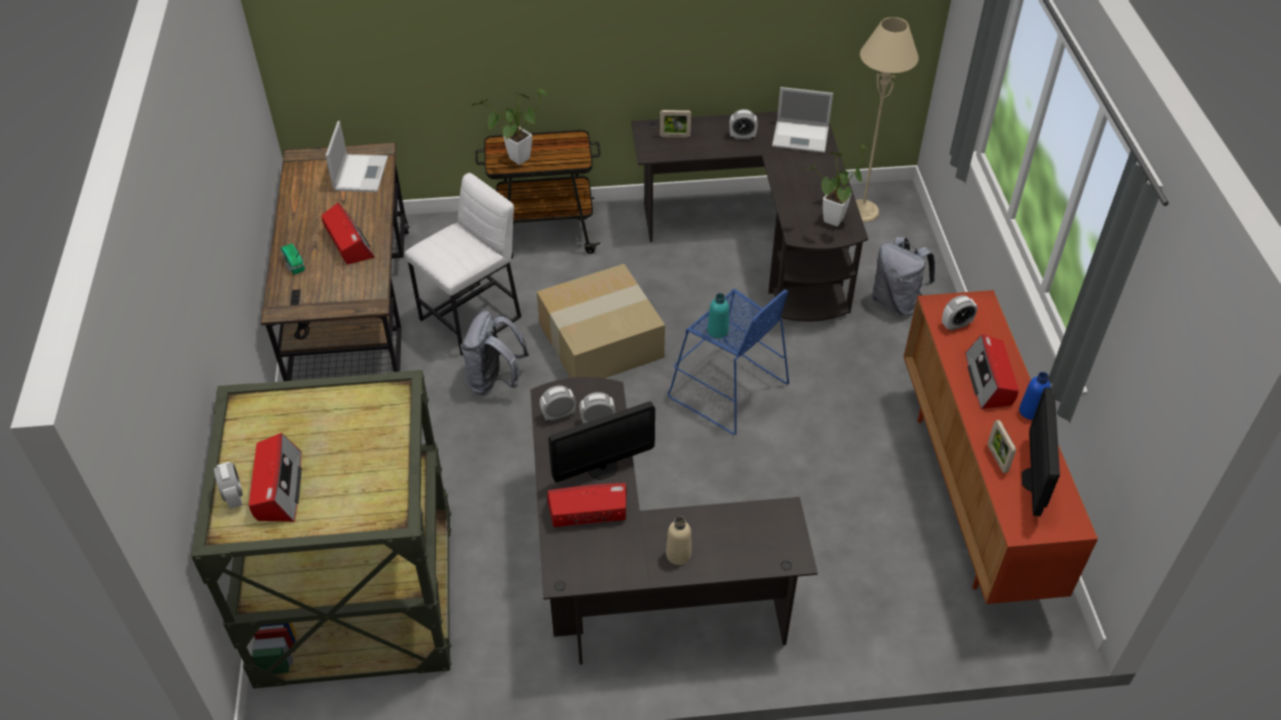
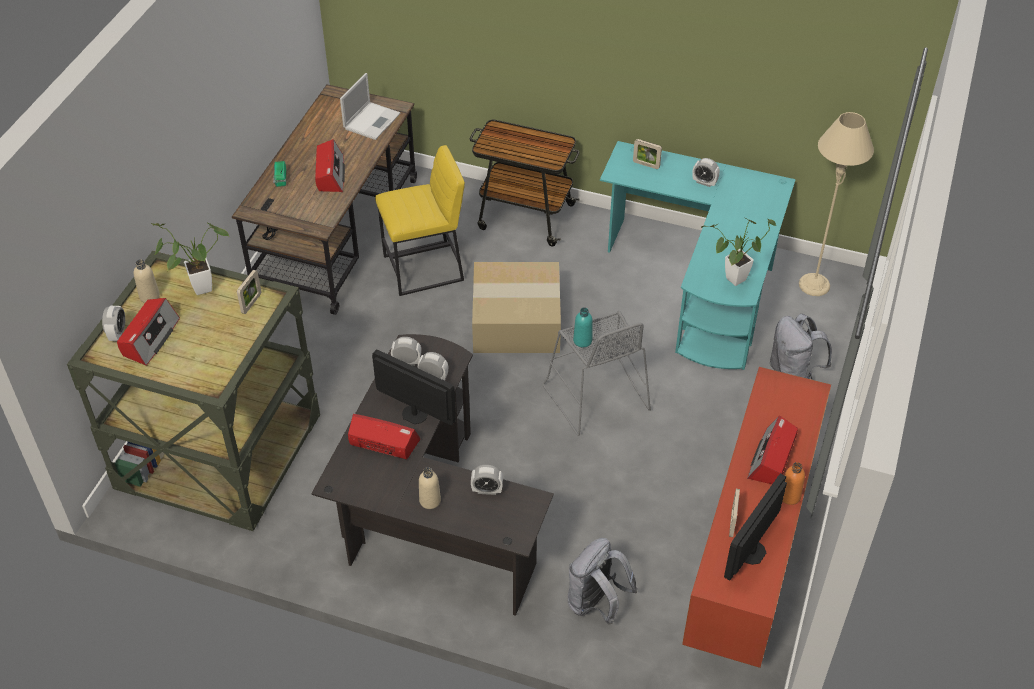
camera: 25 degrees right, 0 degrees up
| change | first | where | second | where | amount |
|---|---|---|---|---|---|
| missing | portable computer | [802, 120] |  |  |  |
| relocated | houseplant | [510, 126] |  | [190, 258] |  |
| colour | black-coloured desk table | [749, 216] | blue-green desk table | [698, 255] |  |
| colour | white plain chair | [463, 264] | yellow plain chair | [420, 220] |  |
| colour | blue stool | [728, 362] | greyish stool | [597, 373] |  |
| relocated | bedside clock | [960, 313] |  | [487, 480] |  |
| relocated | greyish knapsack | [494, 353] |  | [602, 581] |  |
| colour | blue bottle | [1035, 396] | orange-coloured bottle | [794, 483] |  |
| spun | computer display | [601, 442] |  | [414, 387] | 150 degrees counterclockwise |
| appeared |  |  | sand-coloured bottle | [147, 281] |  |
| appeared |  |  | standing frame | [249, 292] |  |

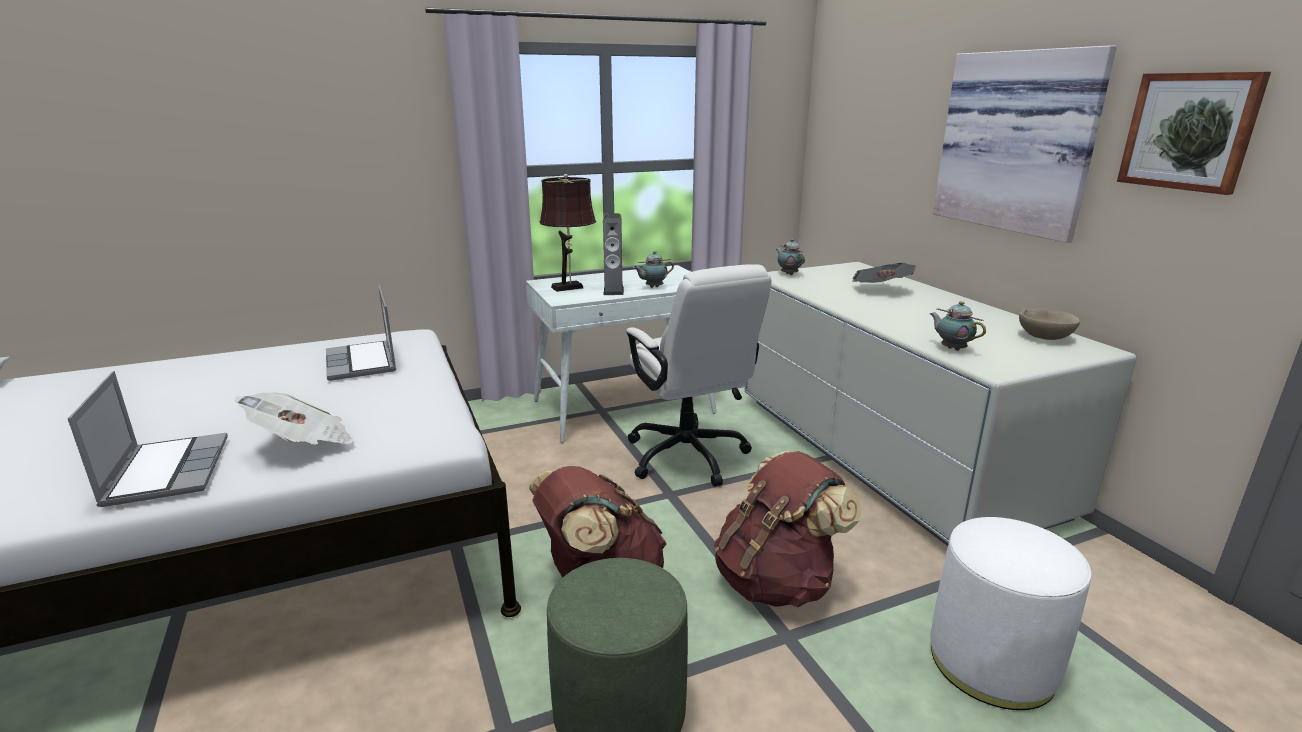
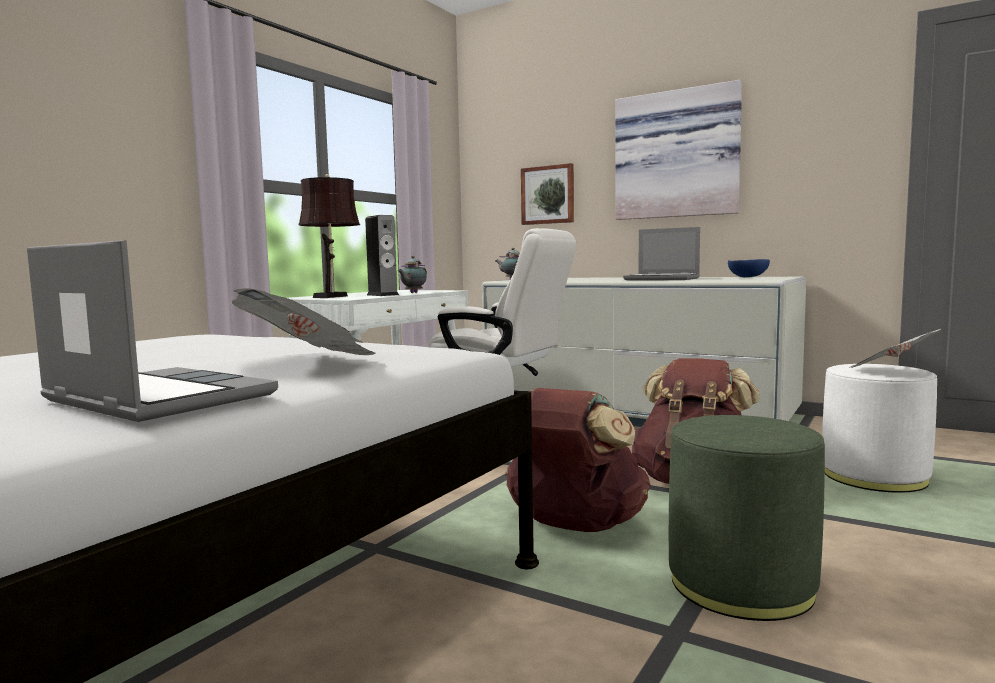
camera: 35 degrees left, 15 degrees down
| change | first | where | second | where | amount |
|---|---|---|---|---|---|
| relocated | wall art | [1194, 133] |  | [547, 194] |  |
| relocated | printed paper | [884, 273] |  | [894, 348] |  |
| relocated | portable computer | [361, 333] |  | [661, 253] |  |
| missing | teapot | [958, 326] |  |  |  |
| colour | sand-coloured serving bowl | [1049, 324] | blue serving bowl | [749, 268] |  |

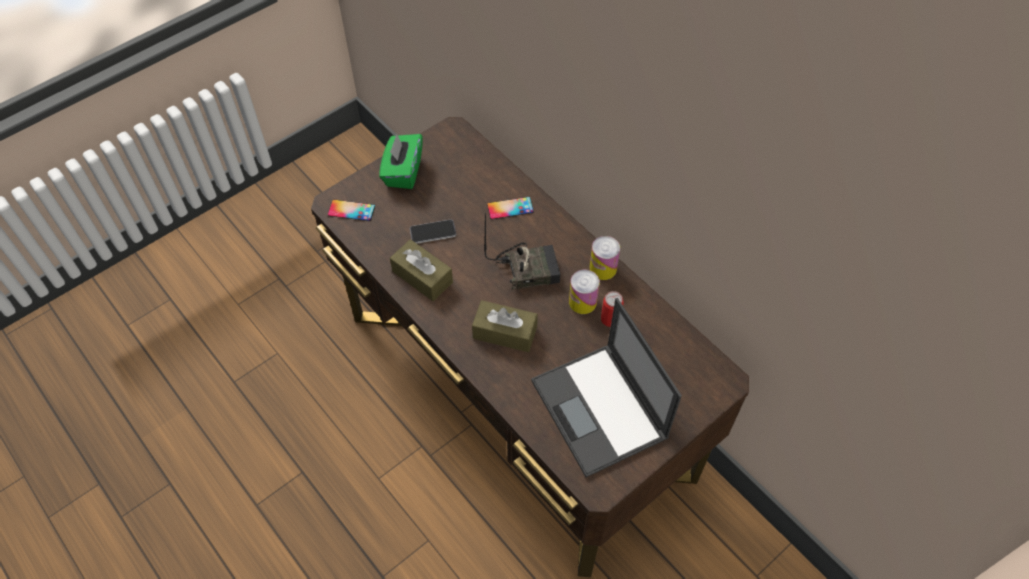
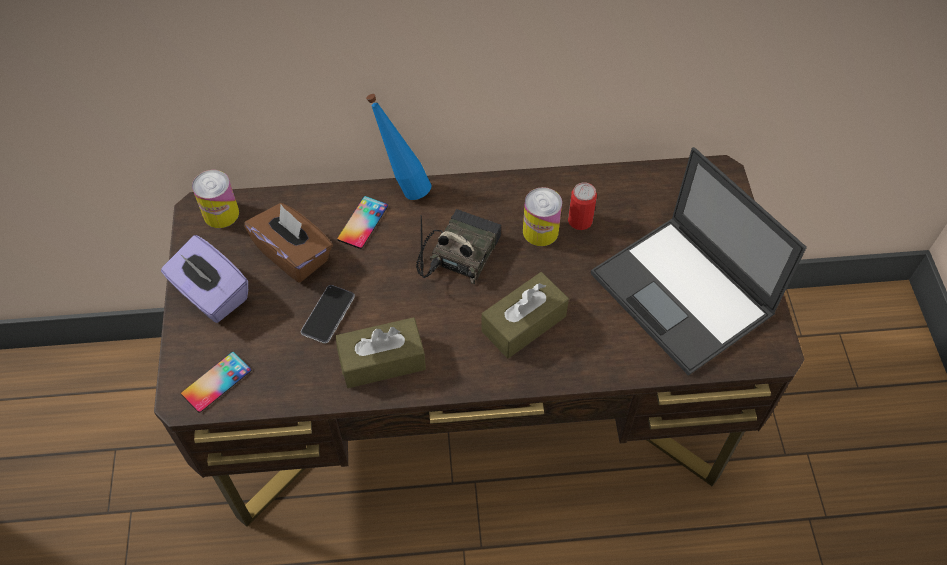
camera: 55 degrees left, 0 degrees up
| change | first | where | second | where | amount |
|---|---|---|---|---|---|
| colour | greenish box of tissues | [401, 161] | purple-coloured box of tissues | [204, 279] |  |
| relocated | can | [604, 258] |  | [215, 199] |  |
| spun | portable computer | [606, 387] |  | [699, 261] | 45 degrees clockwise |
| appeared |  |  | blue bottle | [399, 147] |  |
| appeared |  |  | brownish box of tissues | [288, 243] |  |

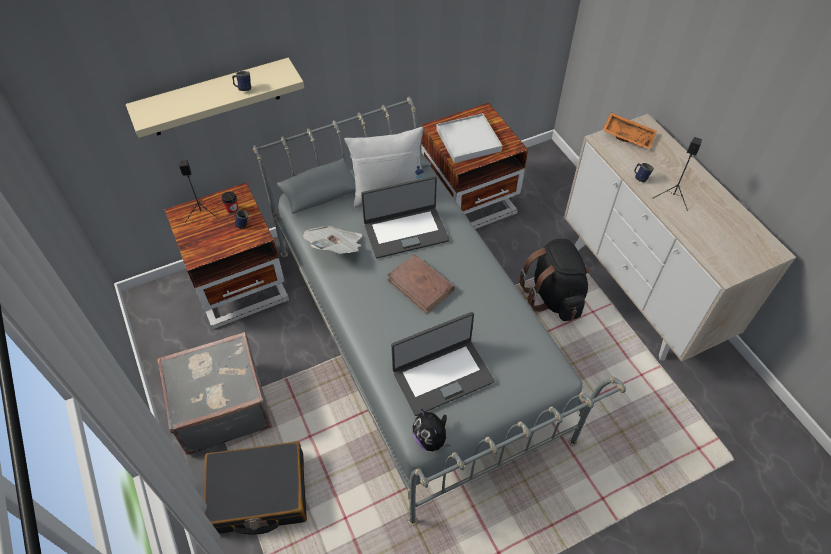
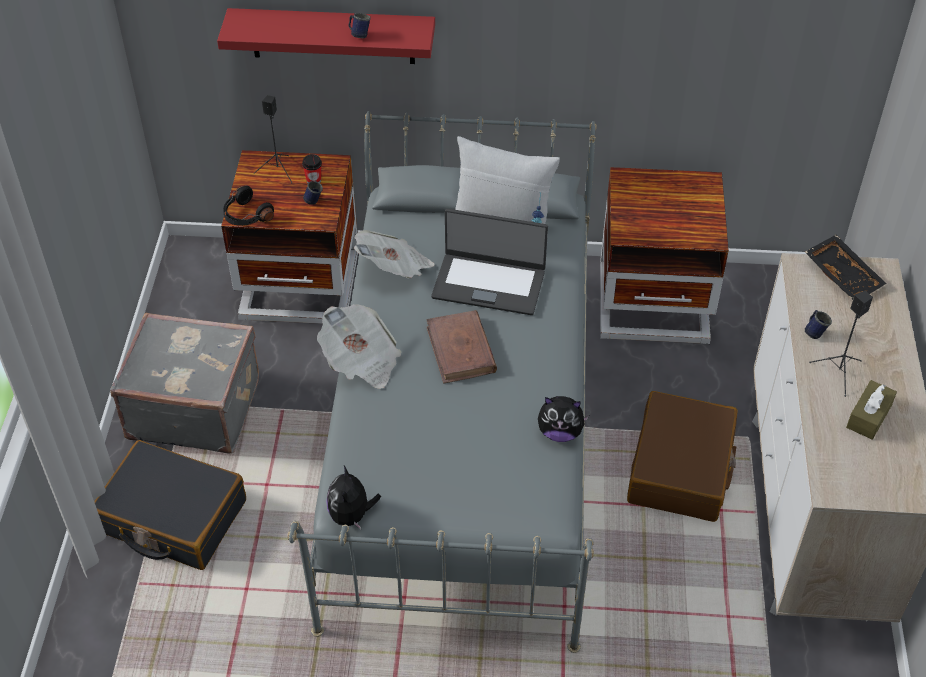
camera: 30 degrees right, 5 degrees down
| change | first | where | second | where | amount |
|---|---|---|---|---|---|
| colour | sand-coloured bracket shelf | [215, 98] | reddish bracket shelf | [326, 36] |  |
| colour | orange-coloured serving tray | [630, 131] | black-coloured serving tray | [846, 267] |  |
| missing | white serving tray | [469, 138] |  |  |  |
| exchanged | black-coloured knapsack | [555, 280] | brownish piece of luggage | [682, 456] |  |
| missing | portable computer | [443, 364] |  |  |  |
| appeared |  |  | black-coloured headphones | [248, 206] |  |
| appeared |  |  | printed paper | [359, 346] |  |
| appeared |  |  | brownish box of tissues | [871, 409] |  |
| appeared |  |  | plush toy | [564, 419] |  |

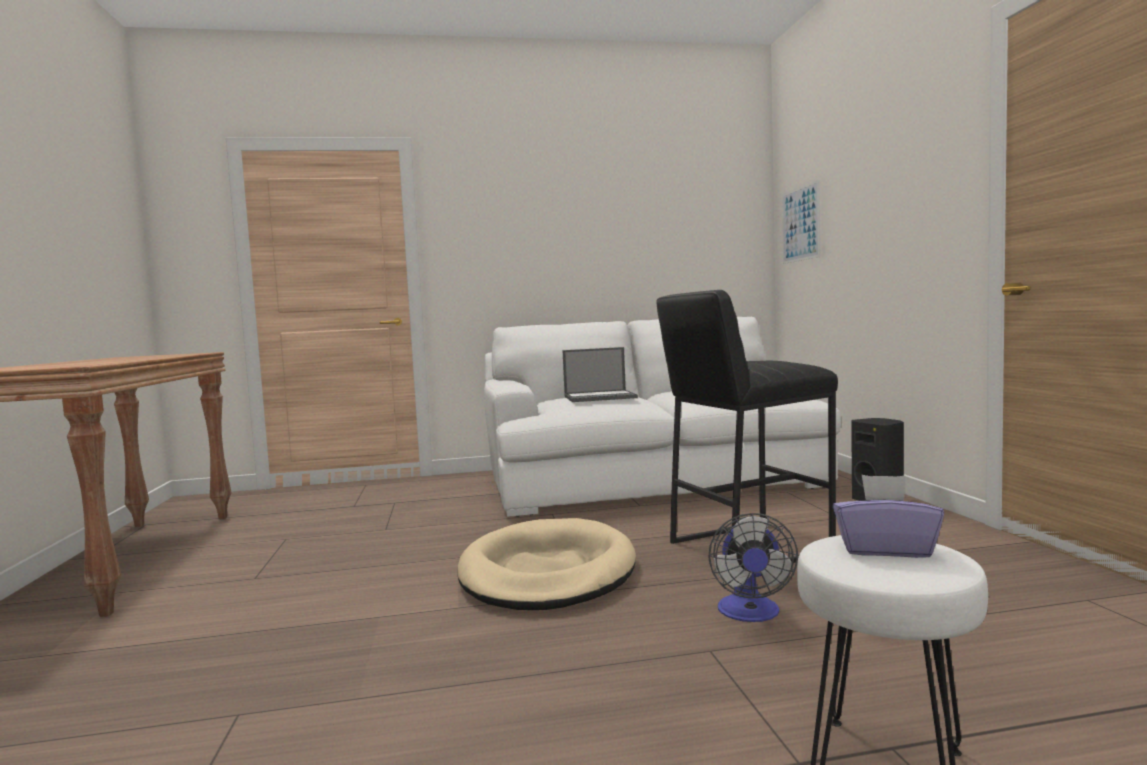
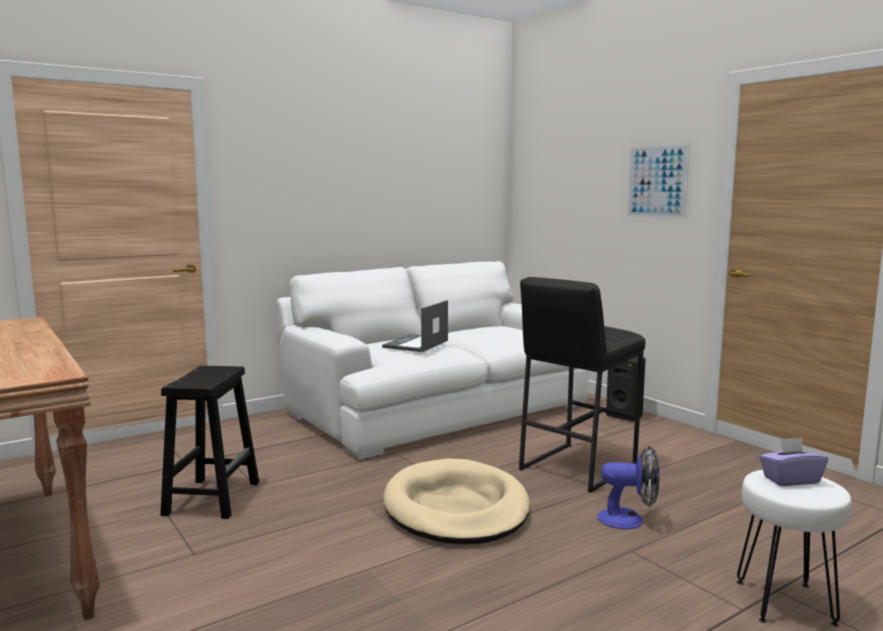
camera: 25 degrees left, 5 degrees up
| change | first | where | second | where | amount |
|---|---|---|---|---|---|
| relocated | wall art | [801, 222] |  | [658, 181] |  |
| spun | portable computer | [600, 374] |  | [415, 326] | 150 degrees clockwise |
| spun | electric fan | [753, 567] |  | [628, 487] | 60 degrees counterclockwise |
| appeared |  |  | black-coloured stool | [209, 442] |  |

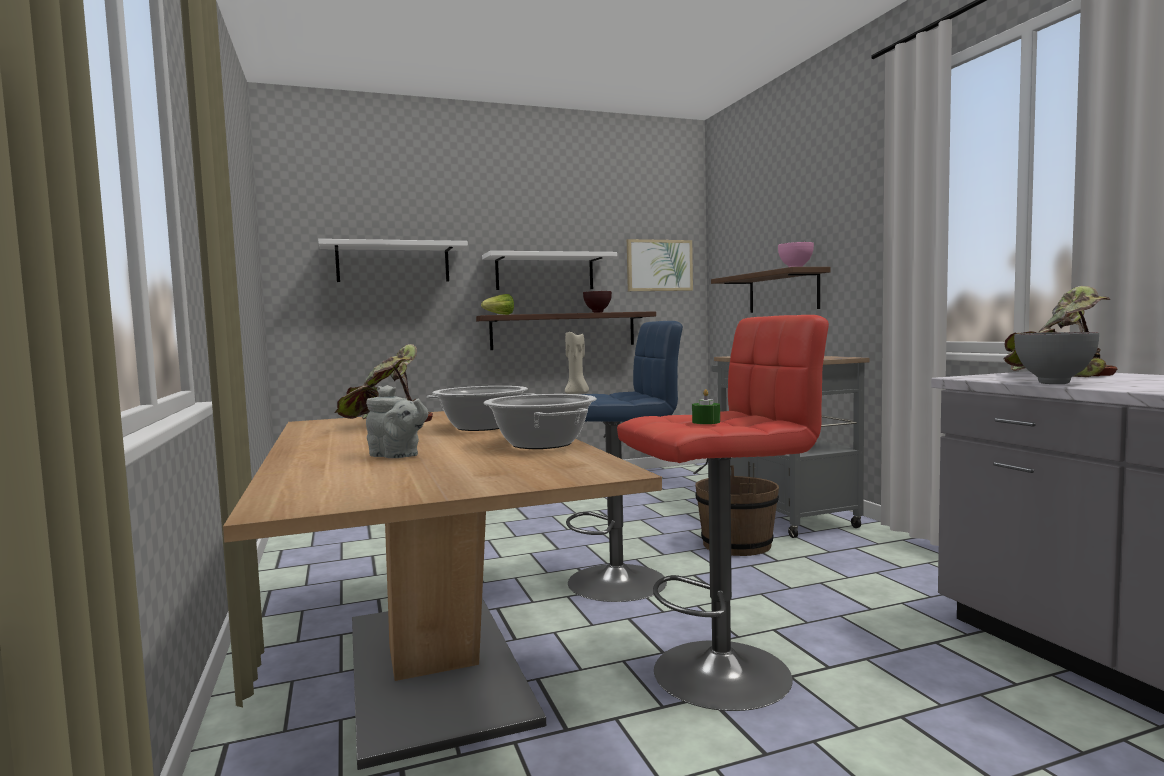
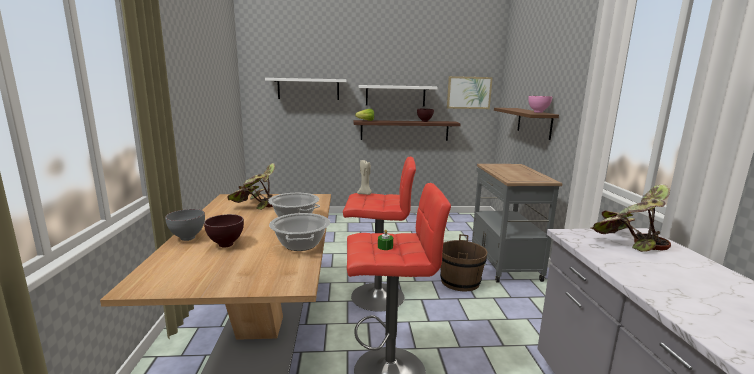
camera: 15 degrees right, 10 degrees up
| change | first | where | second | where | amount |
|---|---|---|---|---|---|
| colour | blue stool | [624, 461] | reddish stool | [379, 234] |  |
| relocated | greyish serving bowl | [1056, 358] |  | [185, 225] |  |
| exchanged | greyish teapot | [397, 421] | brownish serving bowl | [224, 230] |  |

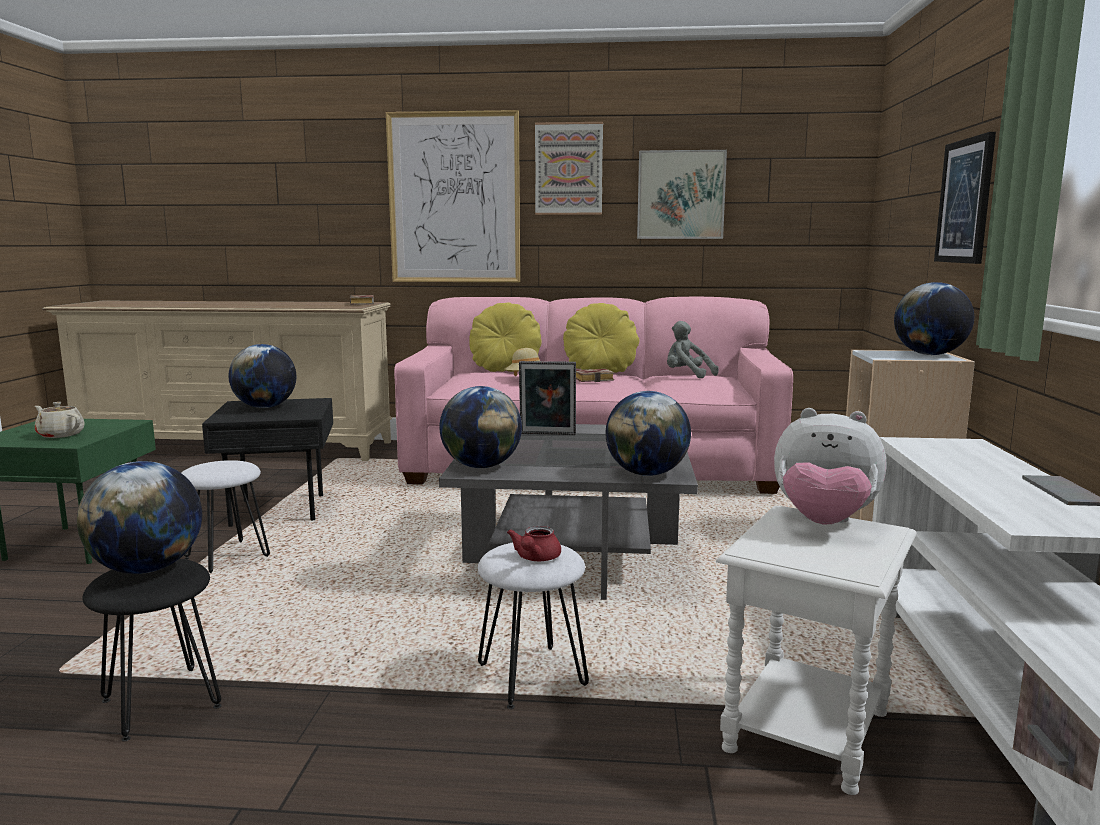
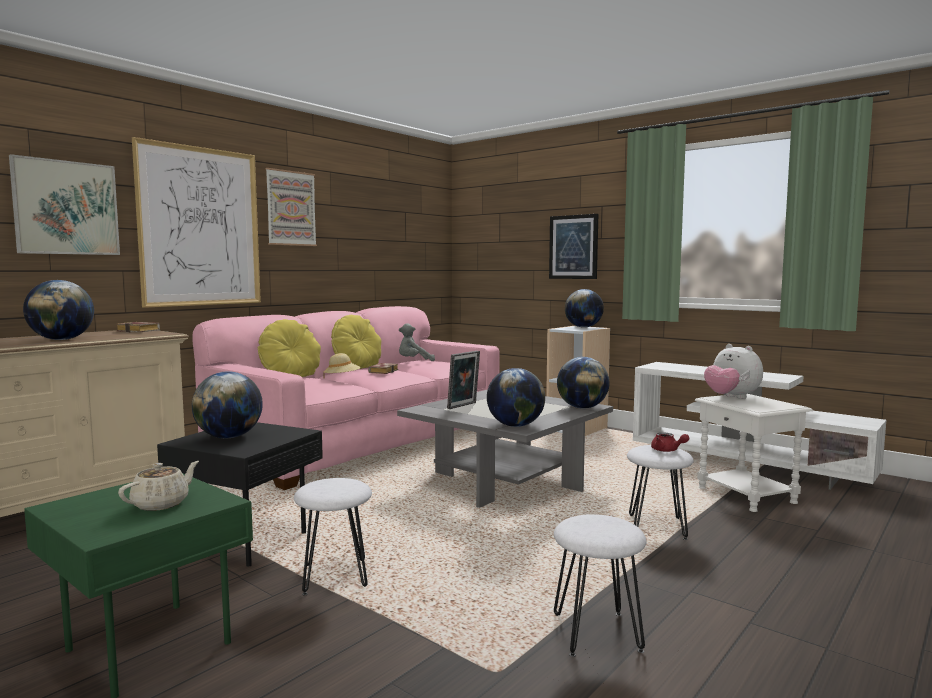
camera: 55 degrees left, 5 degrees down
| change | first | where | second | where | amount |
|---|---|---|---|---|---|
| relocated | wall art | [682, 194] |  | [64, 204] |  |
| spun | sand-coloured teapot | [60, 420] |  | [158, 486] | 150 degrees clockwise |
| spun | plush toy | [830, 466] |  | [733, 371] | 90 degrees clockwise |
| relocated | globe | [139, 517] |  | [58, 310] |  |
| colour | black-coloured stool | [152, 650] | white stool | [600, 585] |  |

